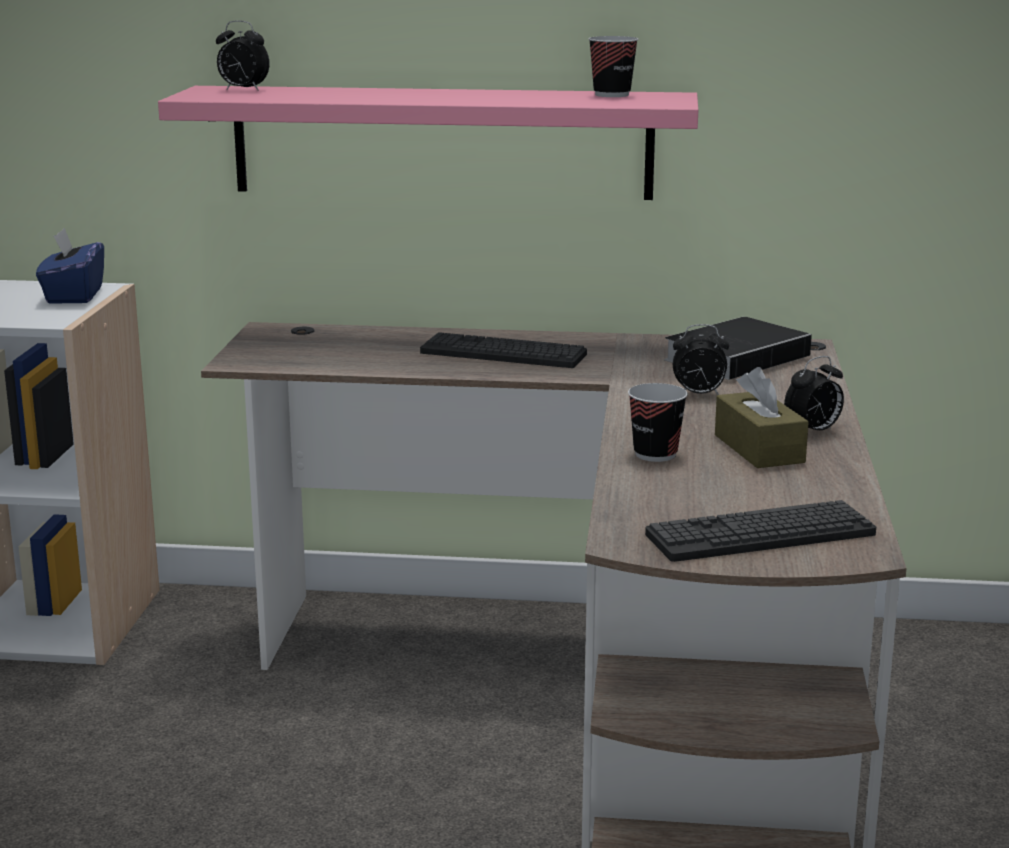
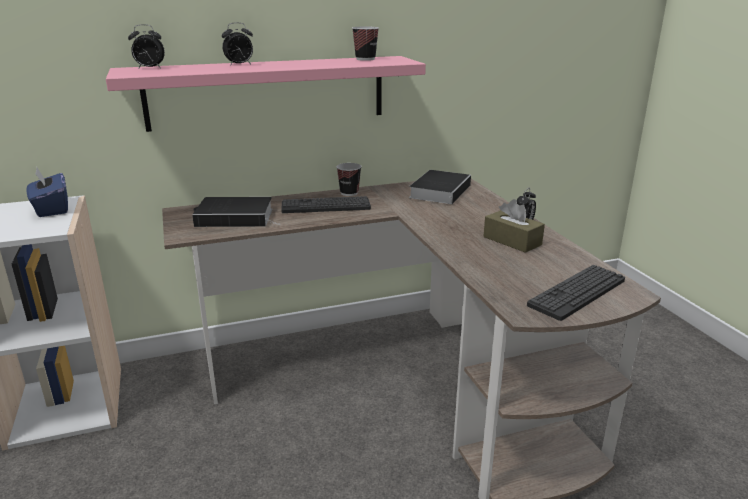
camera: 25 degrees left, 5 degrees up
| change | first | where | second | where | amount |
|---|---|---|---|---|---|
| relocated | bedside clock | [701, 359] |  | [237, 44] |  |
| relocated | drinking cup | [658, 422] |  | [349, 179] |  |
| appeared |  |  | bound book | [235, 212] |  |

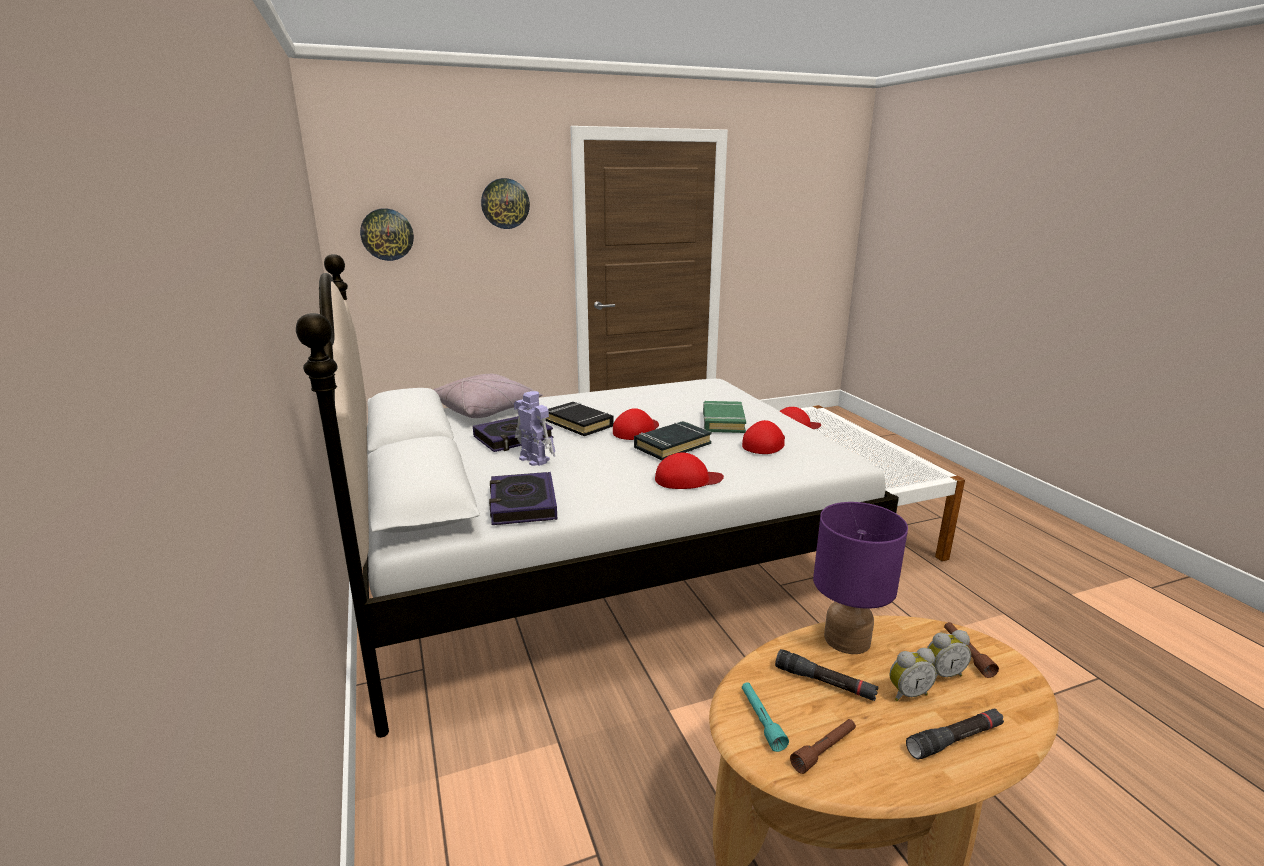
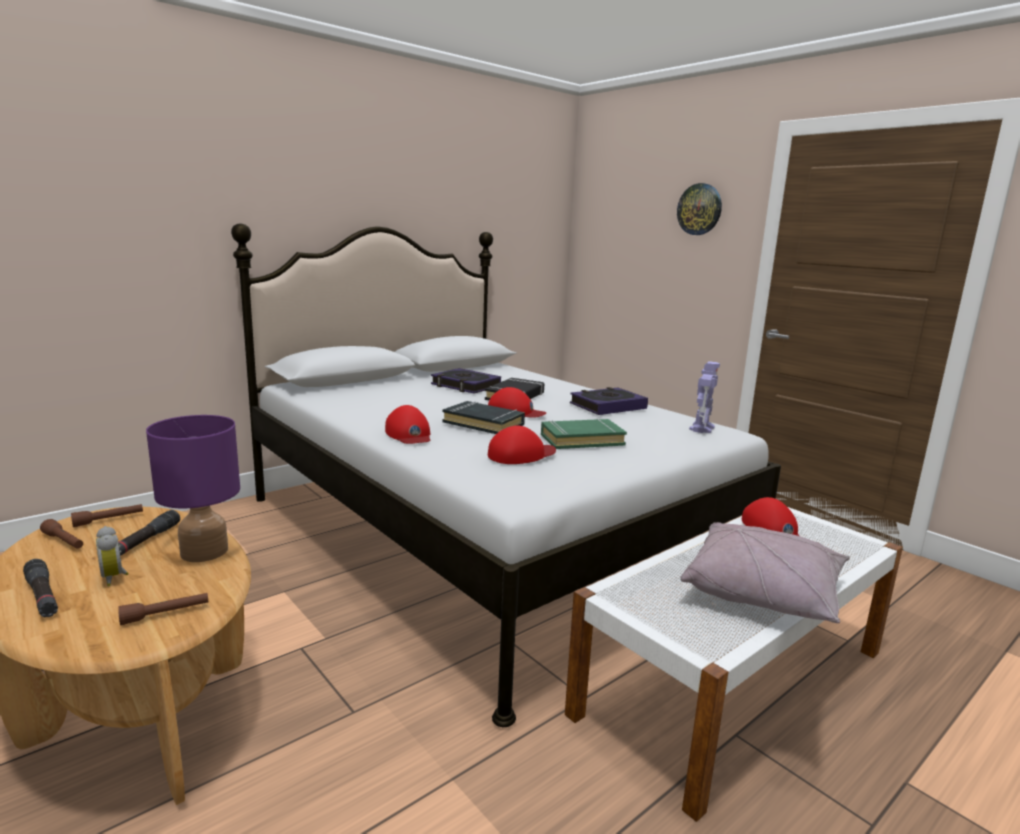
camera: 70 degrees right, 5 degrees down
| change | first | where | second | where | amount |
|---|---|---|---|---|---|
| missing | hanging clock | [387, 234] |  |  |  |
| relocated | purple-coloured throw pillow | [488, 396] |  | [765, 572] |  |
| relocated | robot figure | [534, 428] |  | [704, 397] |  |
| spun | reddish baseball cap | [763, 437] |  | [522, 444] | 45 degrees counterclockwise |
| relocated | bound book | [523, 498] |  | [609, 401] |  |
| missing | bedside clock | [949, 653] |  |  |  |
| colour | blue-green torch | [765, 717] | brownish torch | [107, 515] |  |

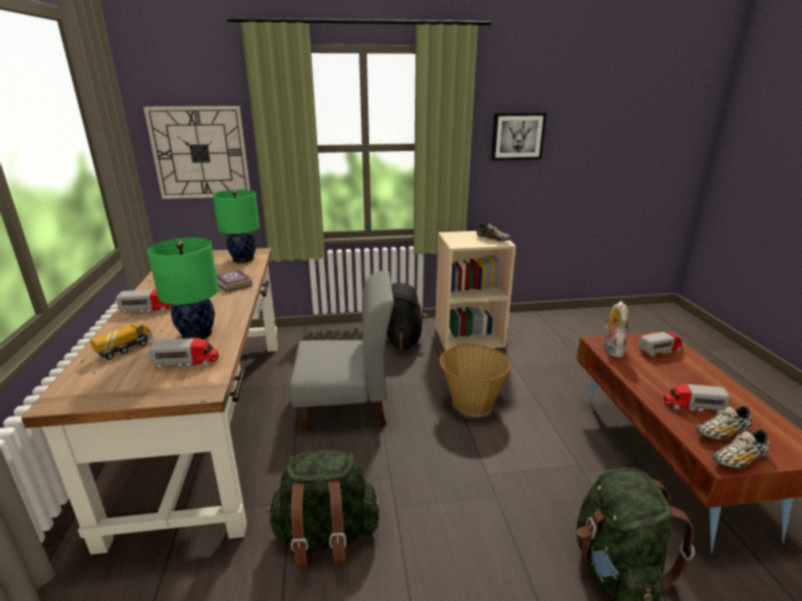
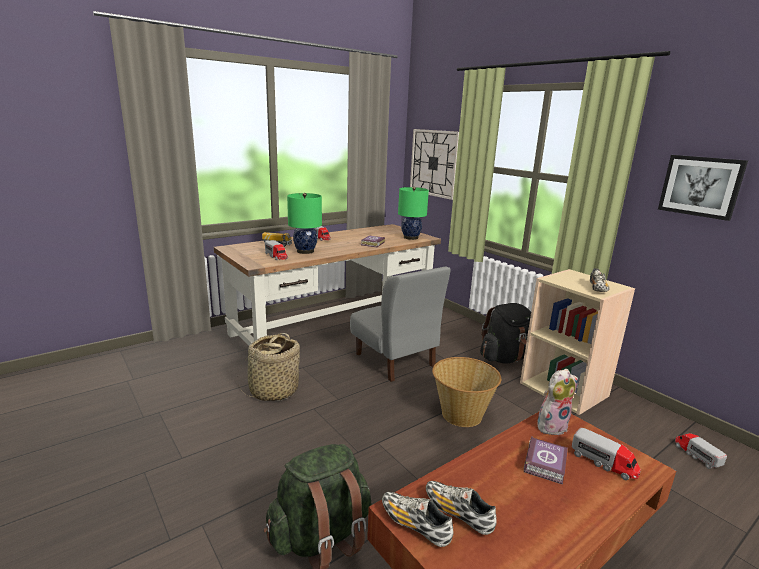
camera: 60 degrees right, 5 degrees down
| change | first | where | second | where | amount |
|---|---|---|---|---|---|
| relocated | toy truck | [697, 398] |  | [701, 451] |  |
| exchanged | greenish knapsack | [323, 509] | storage basket | [269, 367] |  |
| appeared |  |  | bound book | [546, 461] |  |

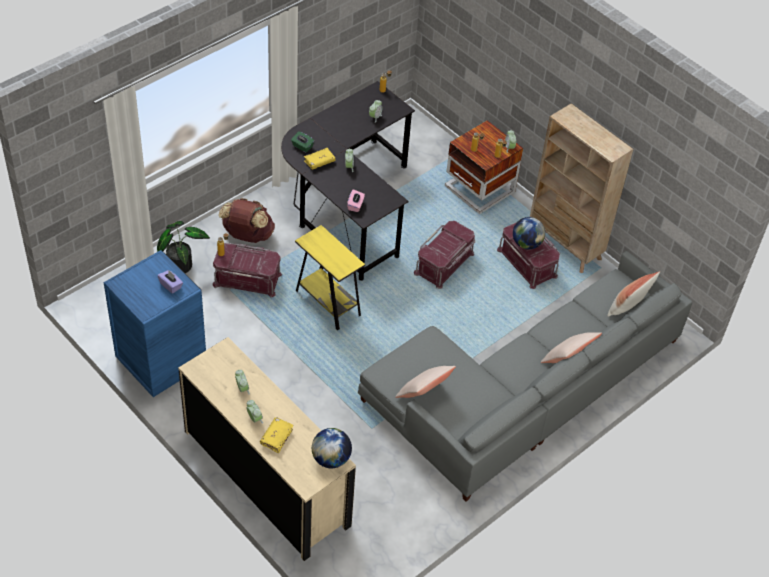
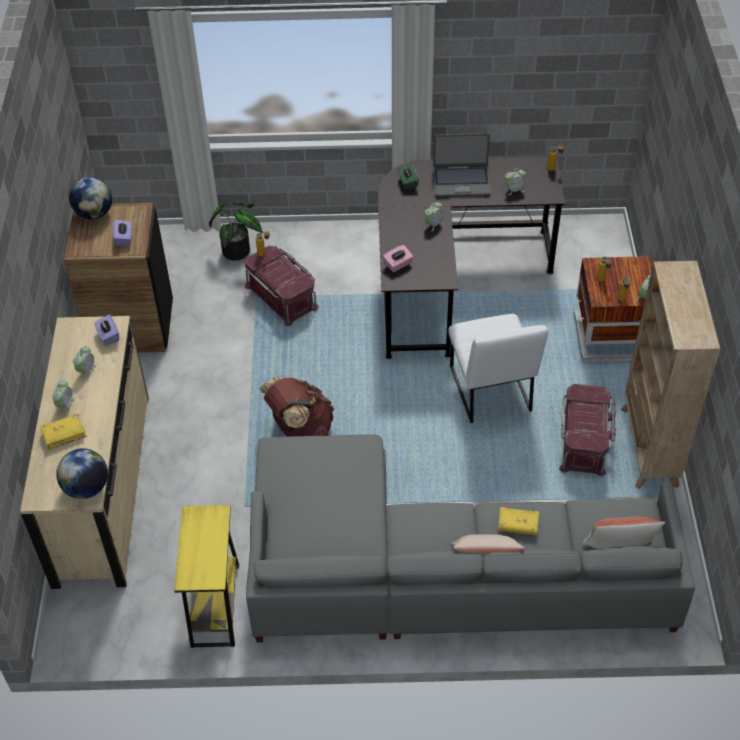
camera: 45 degrees right, 0 degrees up
| change | first | where | second | where | amount |
|---|---|---|---|---|---|
| relocated | yellow bound book | [319, 159] |  | [518, 521] |  |
| relocated | brownish knapsack | [246, 220] |  | [297, 407] |  |
| relocated | globe | [529, 233] |  | [90, 198] |  |
| exchanged | reddish storage box | [445, 255] | white plain chair | [498, 368] |  |
| relocated | yellow end table | [330, 277] |  | [206, 576] |  |
| colour | blue storage cabinet | [155, 323] | brownish storage cabinet | [118, 278] |  |
| missing | sand-coloured throw pillow | [425, 382] |  |  |  |
| appeared |  |  | portable computer | [462, 165] |  |
| appeared |  |  | purple-coloured box of tissues | [107, 329] |  |

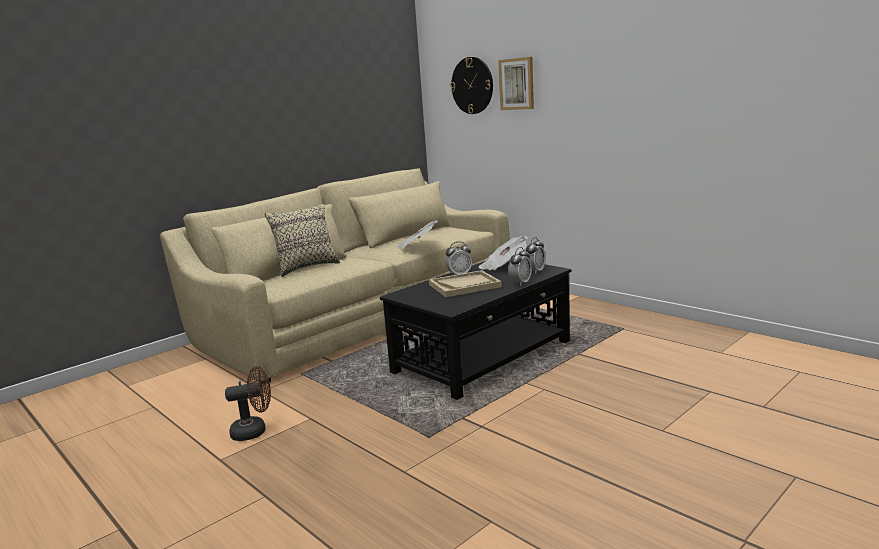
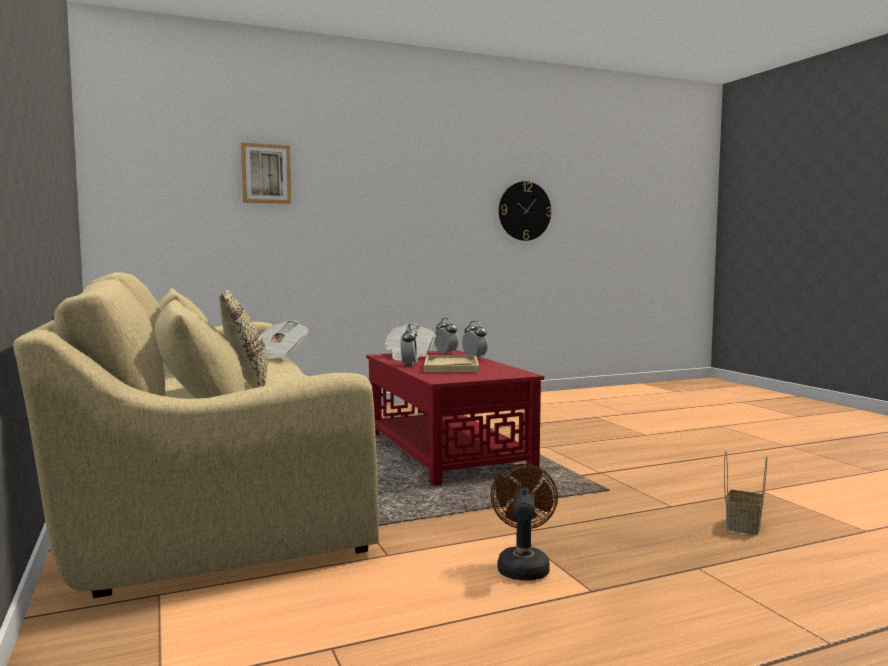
camera: 70 degrees left, 10 degrees down
| change | first | where | second | where | amount |
|---|---|---|---|---|---|
| relocated | hanging clock | [471, 85] |  | [525, 211] |  |
| colour | black-coloured lounge table | [475, 330] | reddish lounge table | [455, 418] |  |
| appeared |  |  | storage basket | [745, 492] |  |

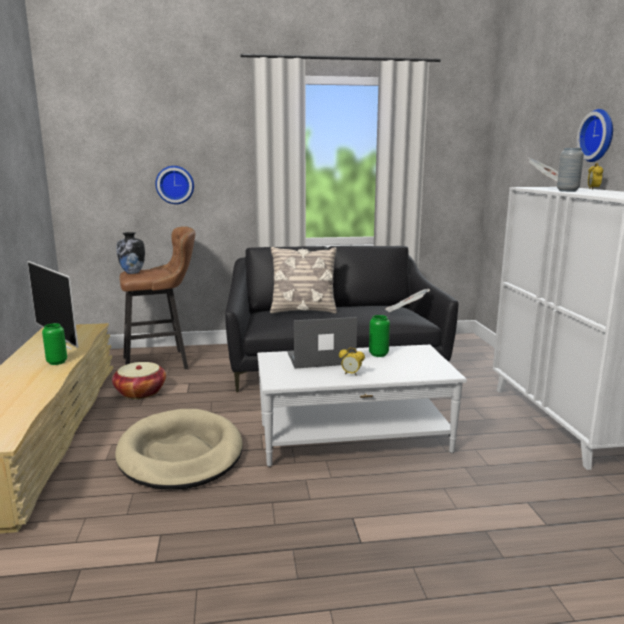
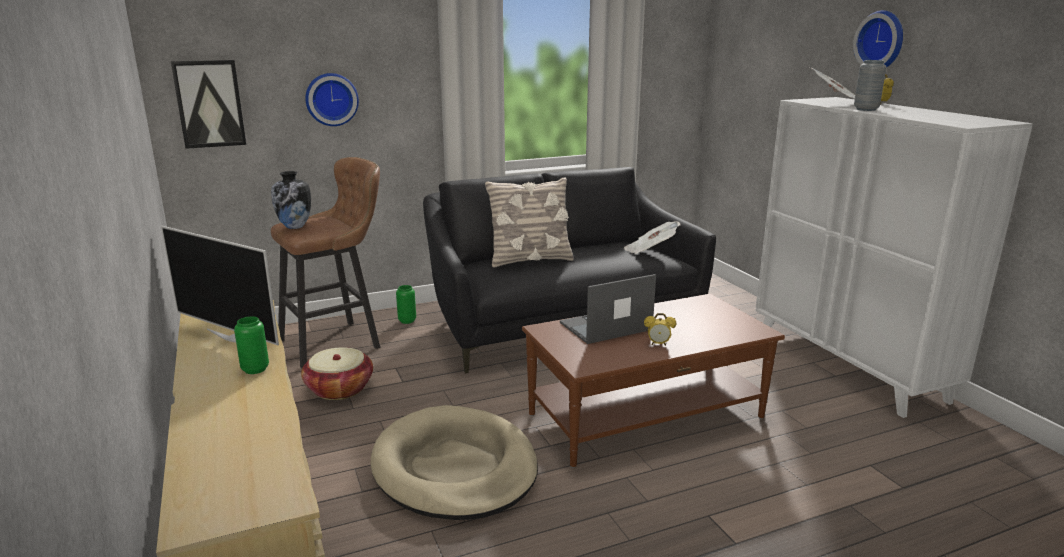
camera: 15 degrees left, 5 degrees up
| change | first | where | second | where | amount |
|---|---|---|---|---|---|
| relocated | greenish vase | [379, 336] |  | [406, 304] |  |
| colour | white lounge table | [362, 406] | brownish lounge table | [653, 381] |  |
| appeared |  |  | wall art | [208, 104] |  |

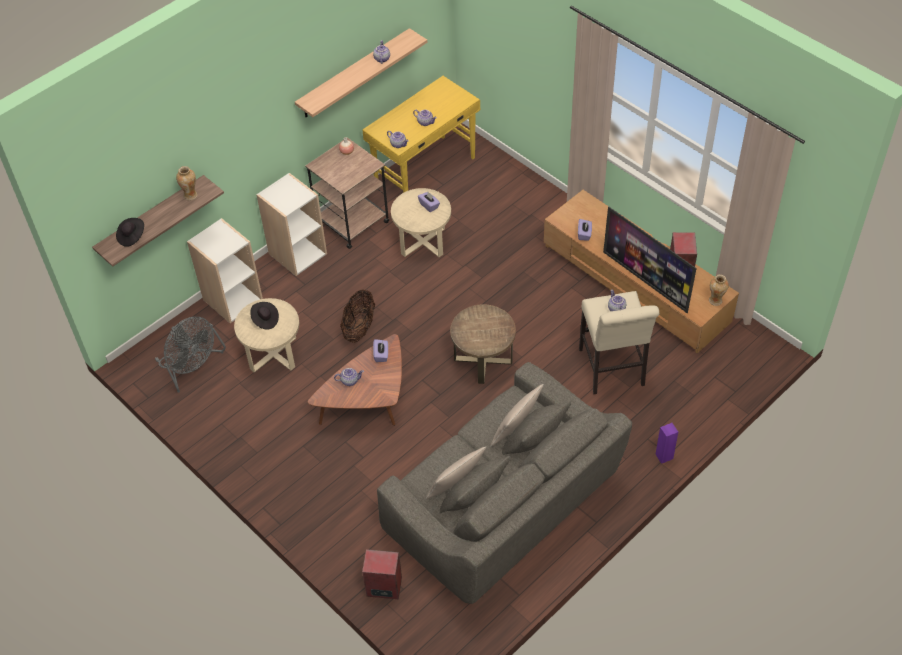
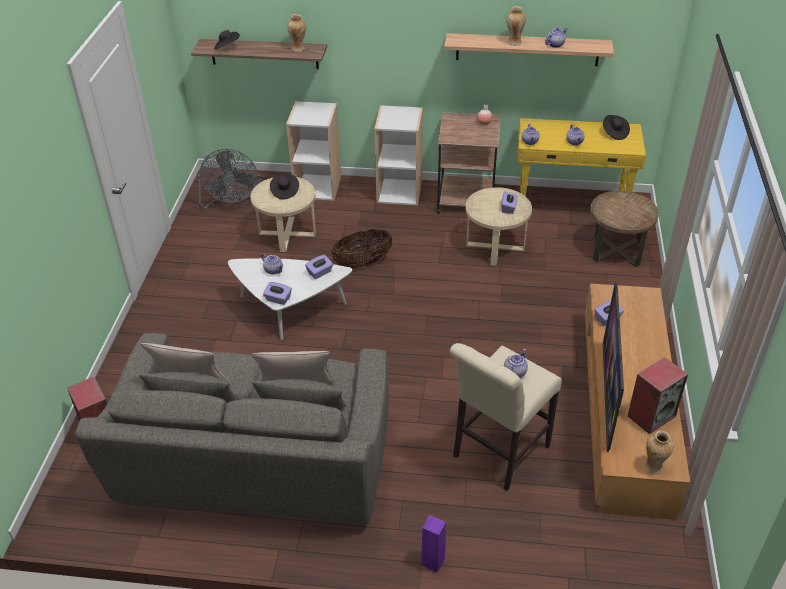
camera: 50 degrees right, 10 degrees down
| change | first | where | second | where | amount |
|---|---|---|---|---|---|
| relocated | brownish end table | [483, 344] |  | [624, 229] |  |
| colour | brownish lounge table | [355, 380] | white lounge table | [290, 299] |  |
| appeared |  |  | vase | [516, 26] |  |
| appeared |  |  | black-coloured hat | [616, 127] |  |
| appeared |  |  | purple-coloured box of tissues | [277, 293] |  |

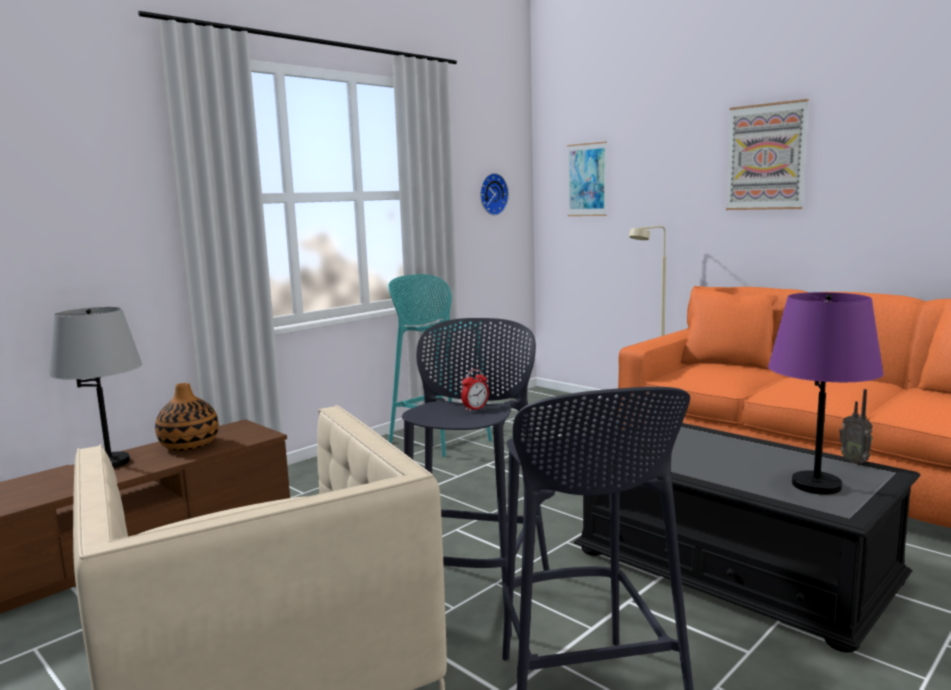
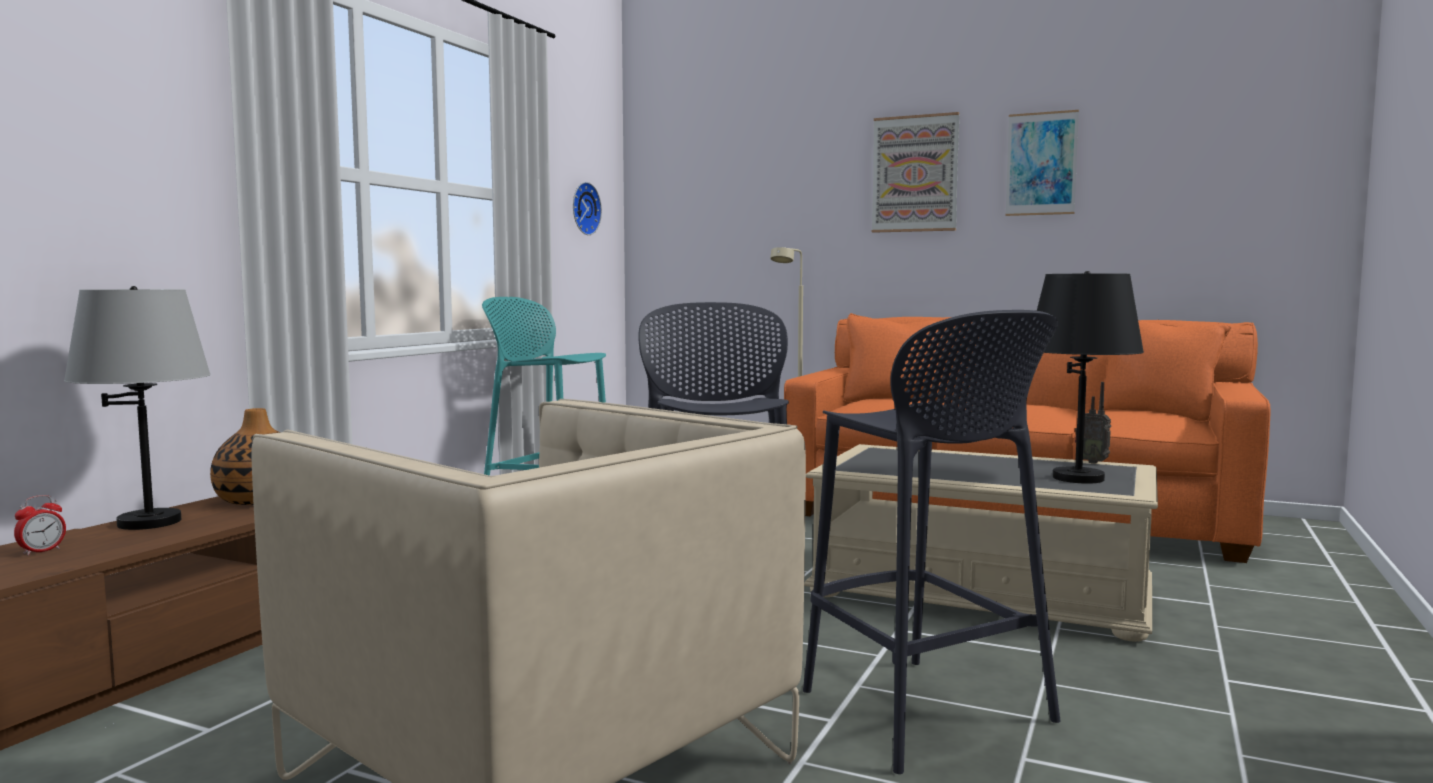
camera: 20 degrees left, 5 degrees down
| change | first | where | second | where | amount |
|---|---|---|---|---|---|
| relocated | wall art | [587, 179] |  | [1042, 163] |  |
| colour | purple-coloured table lamp | [826, 393] | black-coloured table lamp | [1090, 377] |  |
| relocated | bedside clock | [475, 390] |  | [40, 525] |  |
| colour | black-coloured lounge table | [747, 537] | sand-coloured lounge table | [981, 543] |  |

